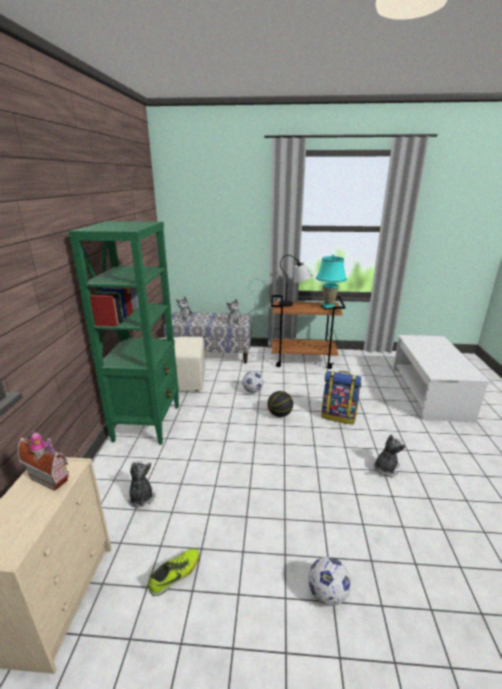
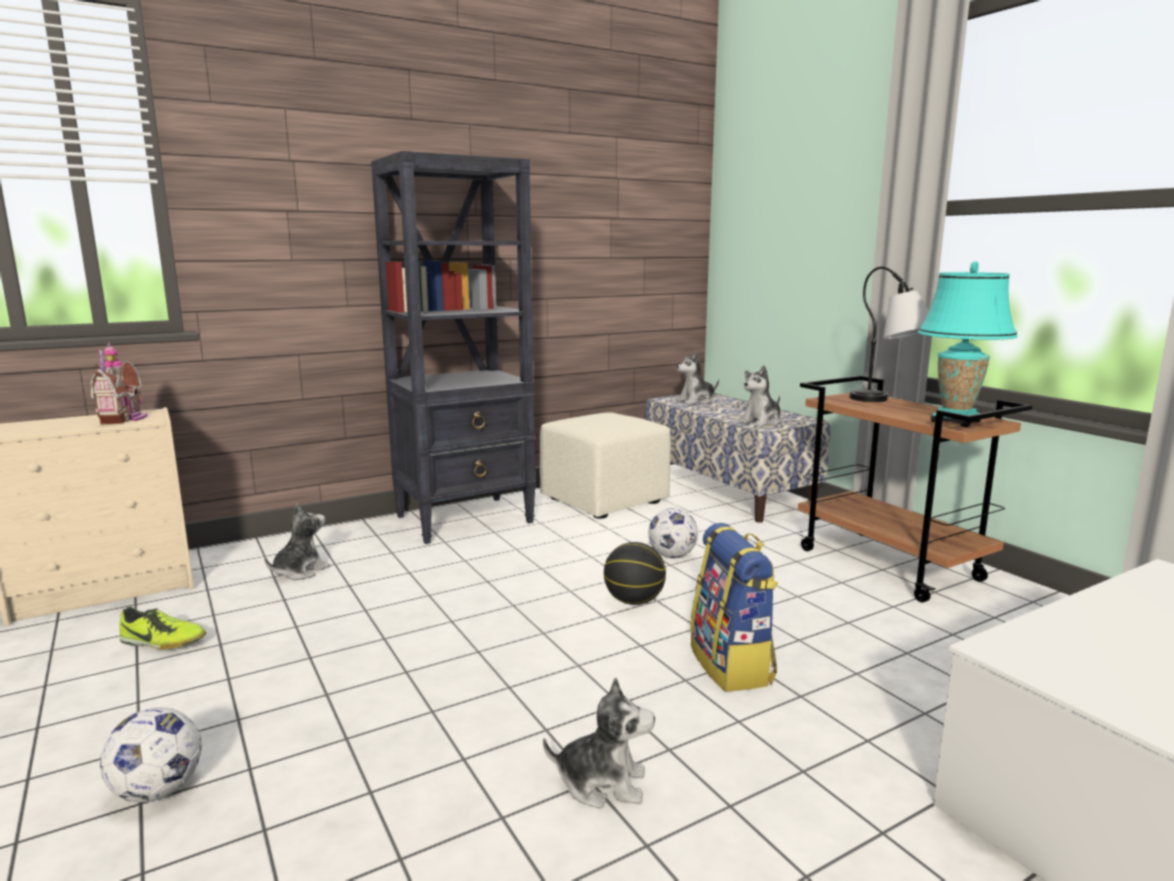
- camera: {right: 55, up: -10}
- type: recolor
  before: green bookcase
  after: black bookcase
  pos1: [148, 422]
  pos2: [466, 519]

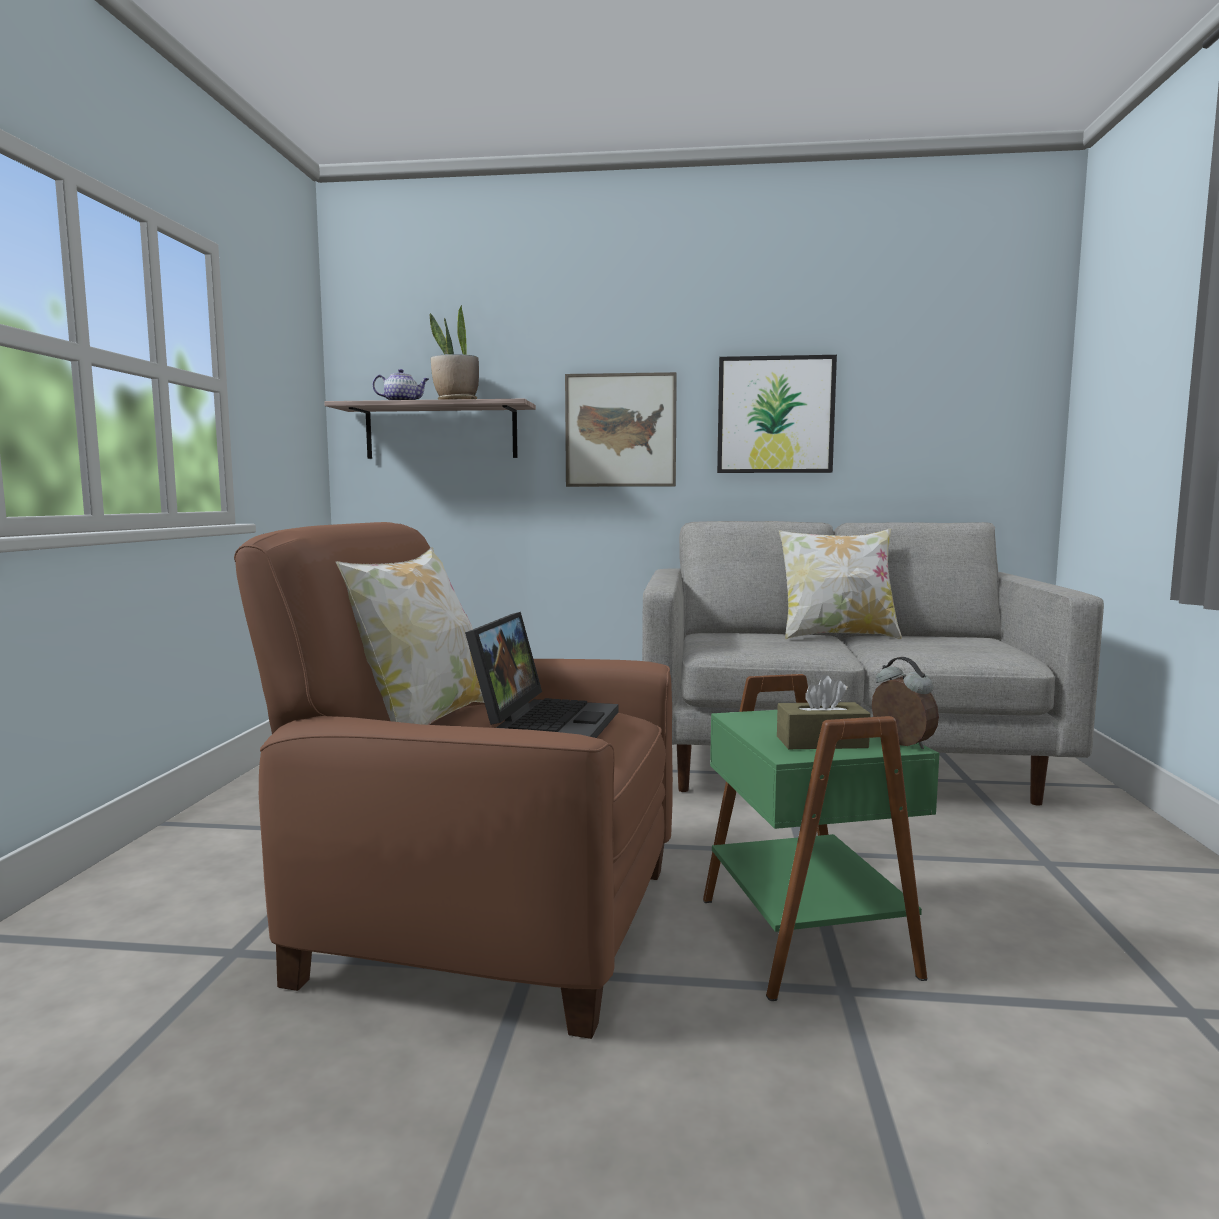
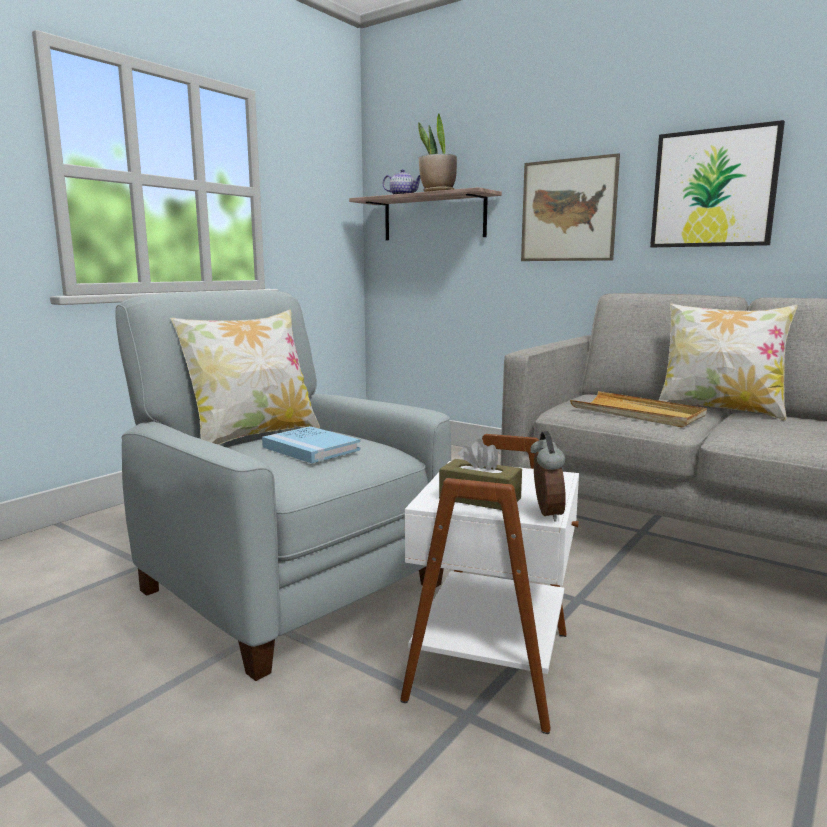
- camera: {right: 30, up: 5}
- type: recolor
  before: brown armchair
  after: grey armchair
  pos1: [487, 921]
  pos2: [289, 585]
- type: replace
  before: laptop
  after: blue book
  pos1: [544, 723]
  pos2: [311, 448]
- type: recolor
  before: green side table
  after: white side table
  pos1: [809, 935]
  pos2: [494, 665]
- type: insert
  after: beige tray
  pos2: [637, 414]

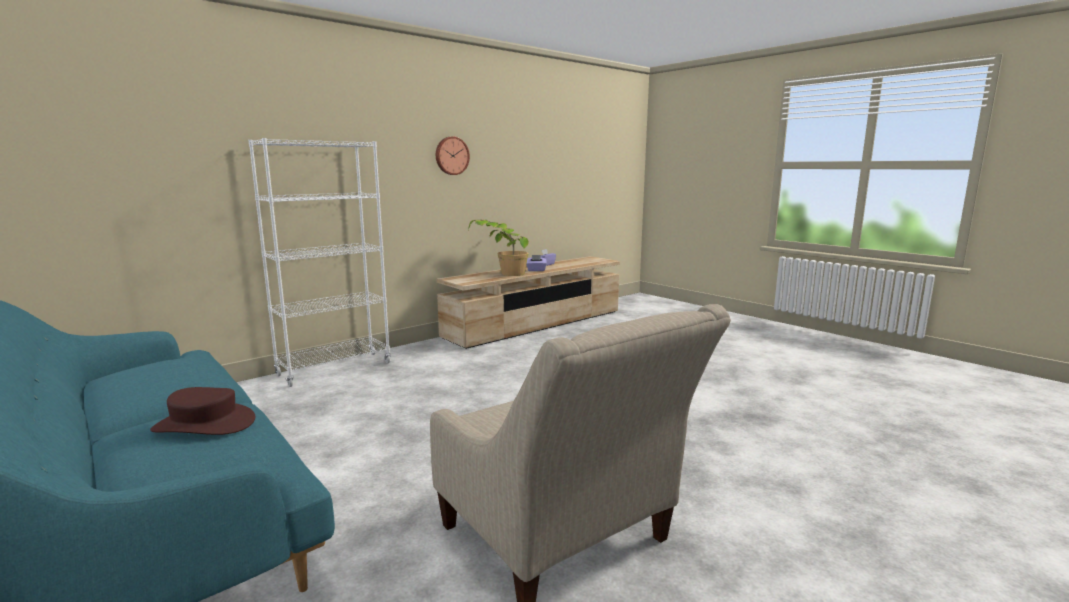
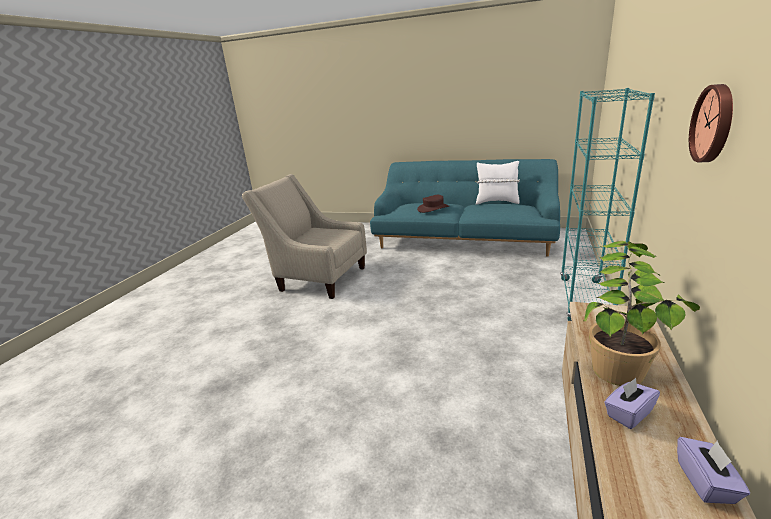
- camera: {right: 150, up: 10}
- type: insert
  after: white pillow
  pos2: [497, 202]
- type: recolor
  before: white bookcase
  after: turquoise bookcase
  pos1: [335, 369]
  pos2: [585, 301]

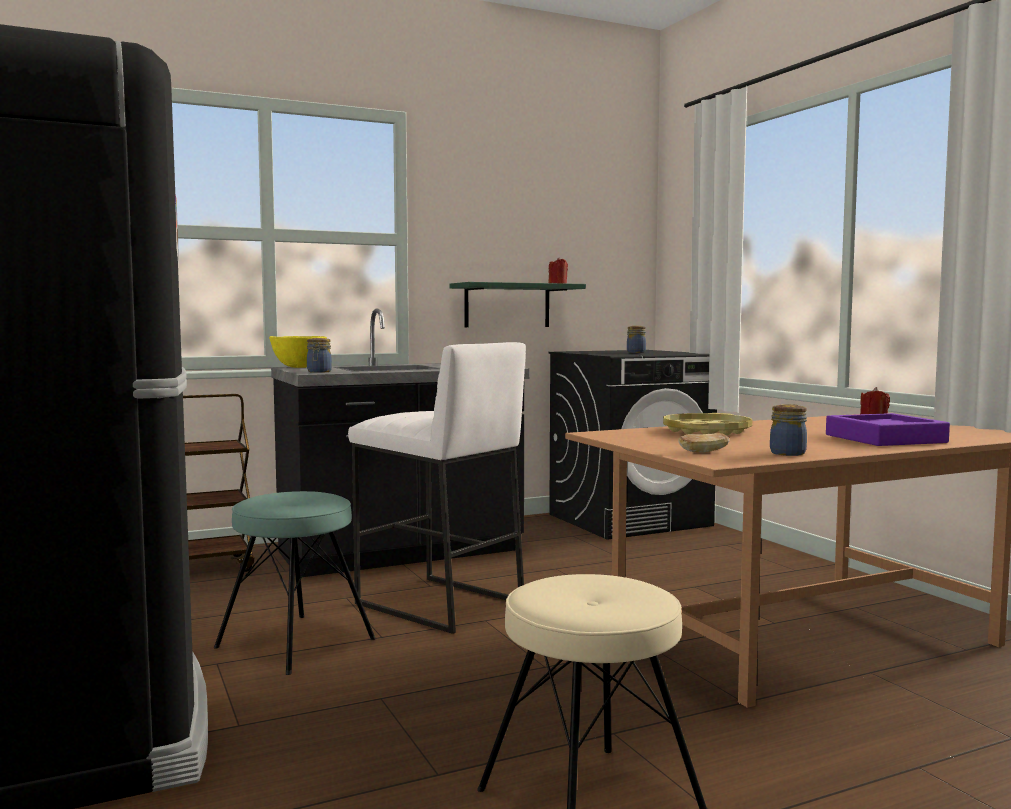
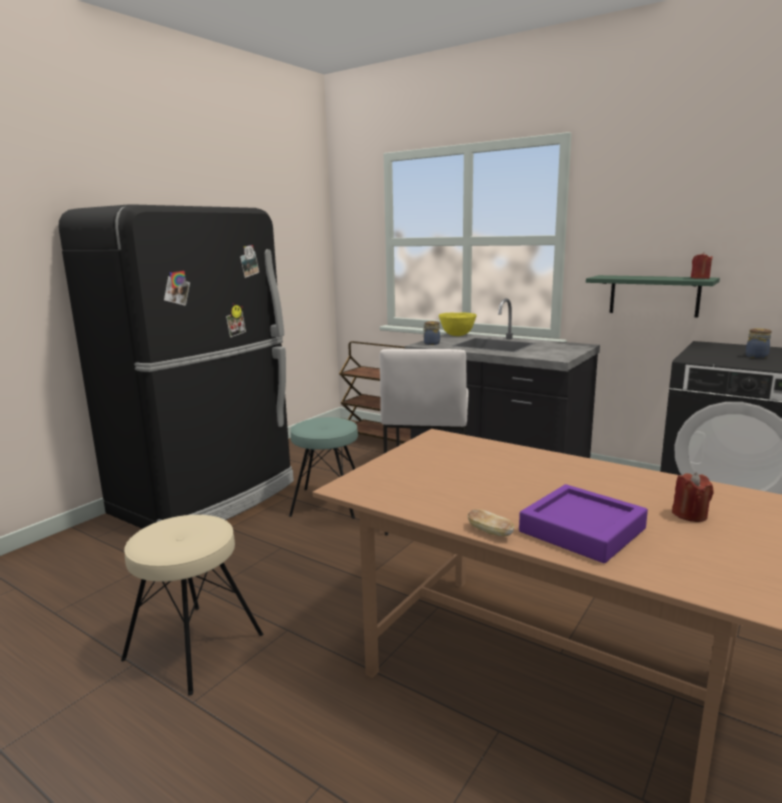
- camera: {right: 60, up: 10}
- type: move
  before: bread
  pos1: [703, 452]
  pos2: [490, 532]
- type: delete
  before: yellow tray
  pos1: [707, 431]
- type: delete
  before: jar
  pos1: [787, 453]

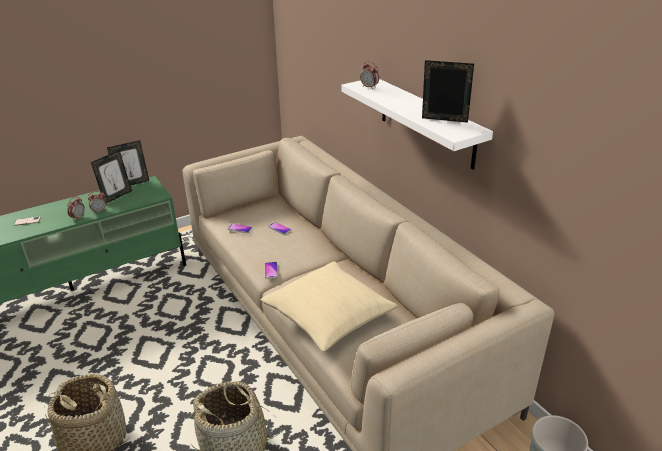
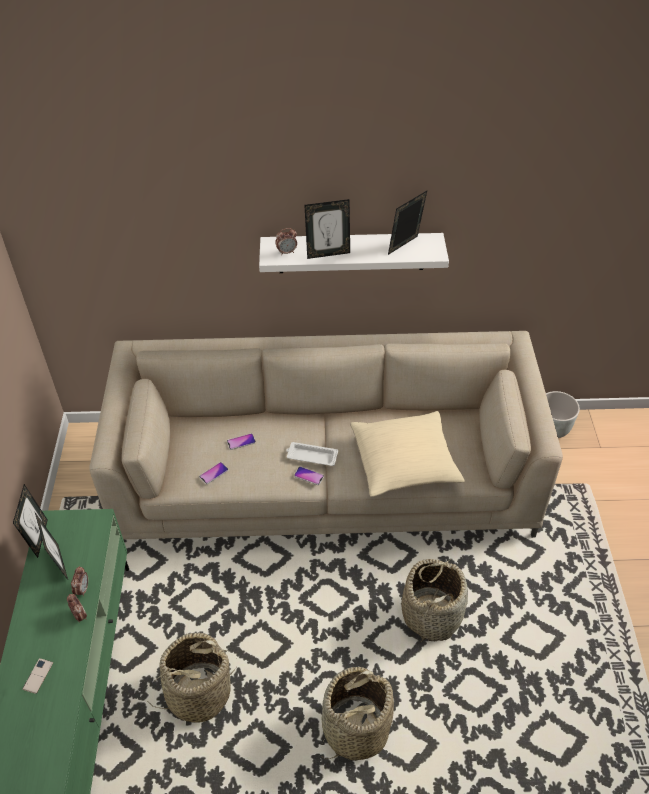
- camera: {right: -60, up: 15}
- type: insert
  after: basket
  pos2: [198, 693]
- type: insert
  after: white tray
  pos2: [311, 456]
- type: insert
  after: picture frame
  pos2: [328, 253]

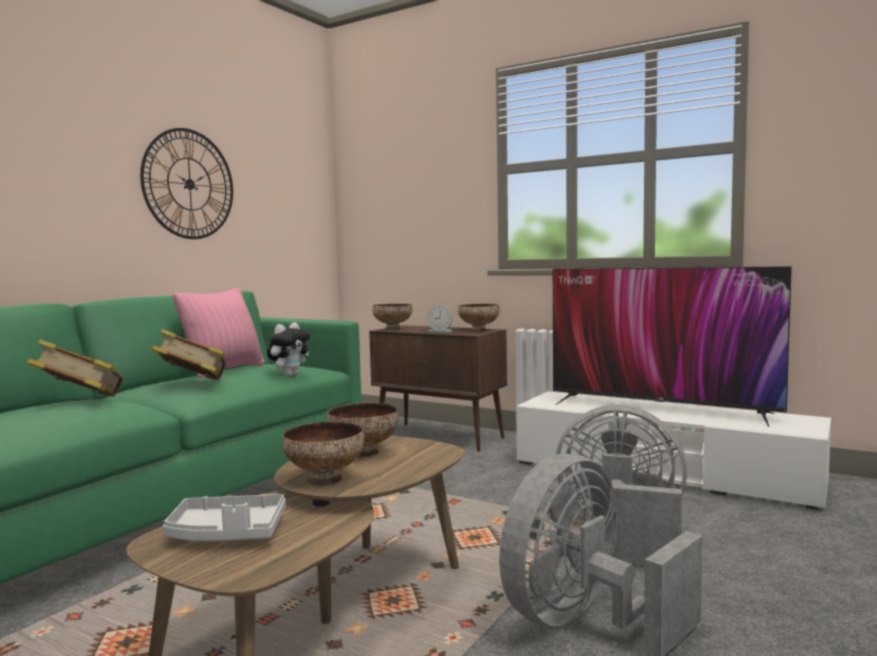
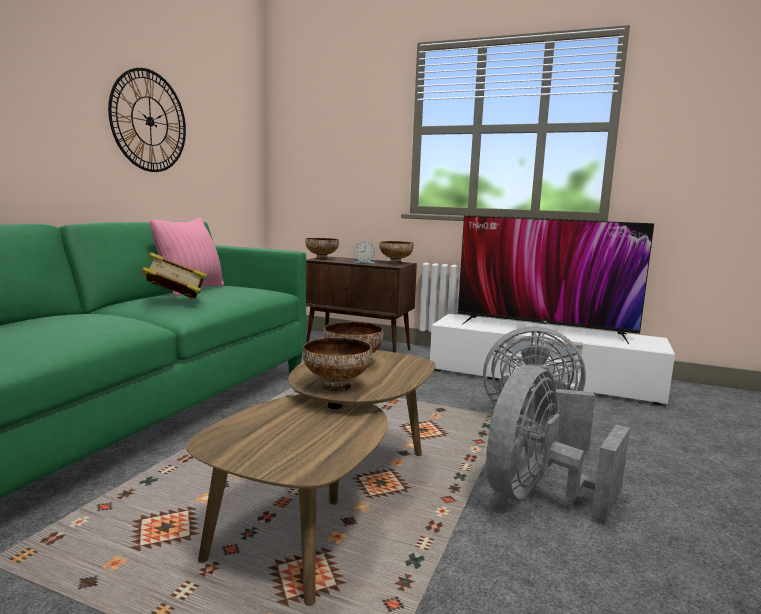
- camera: {right: -10, up: 5}
- type: delete
  before: book
  pos1: [80, 402]
- type: delete
  before: grey tray
  pos1: [227, 534]
- type: delete
  before: plush toy
  pos1: [290, 375]

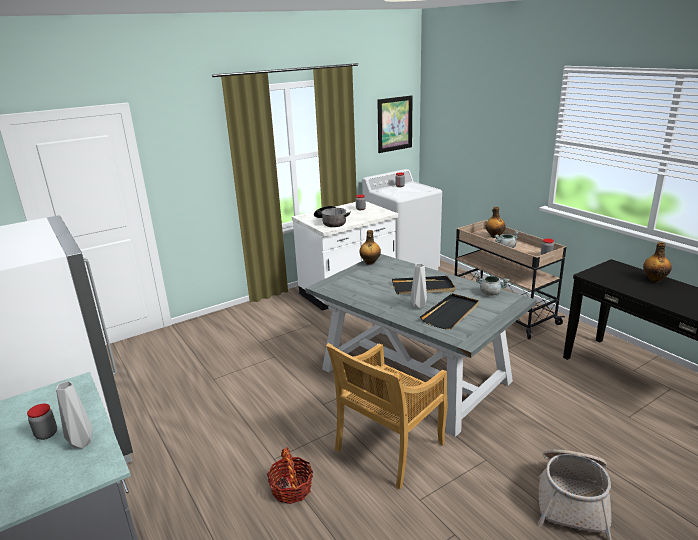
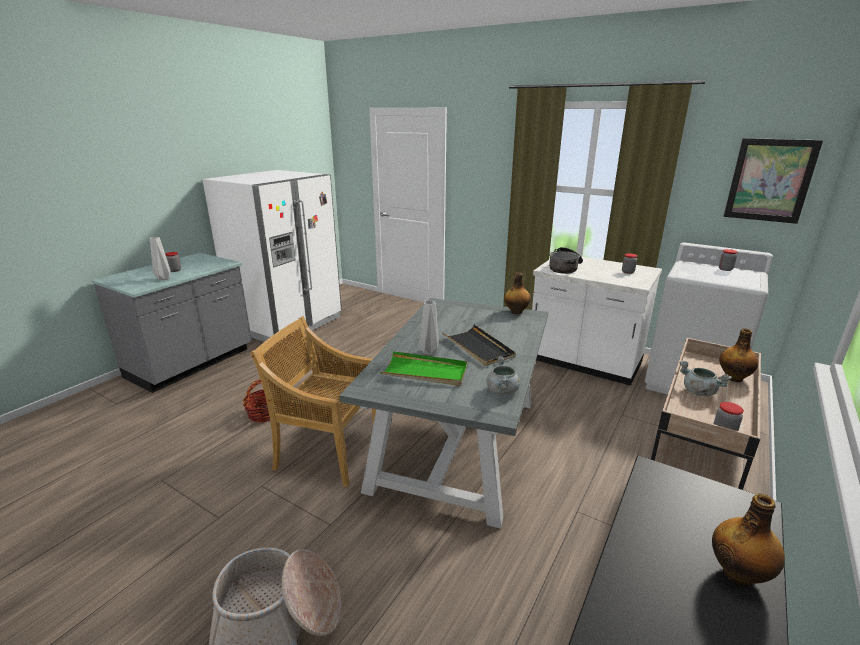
- camera: {right: 65, up: 0}
- type: recolor
  before: black tray
  after: green tray
  pos1: [451, 313]
  pos2: [425, 372]

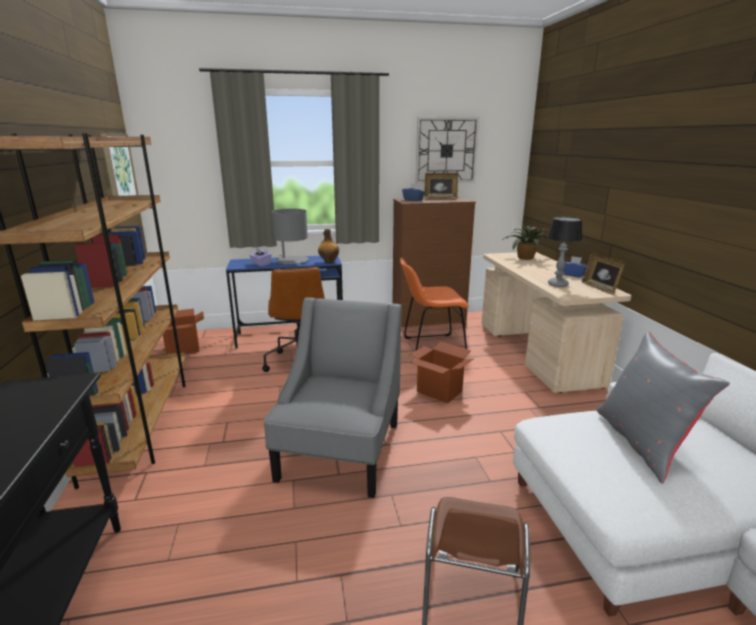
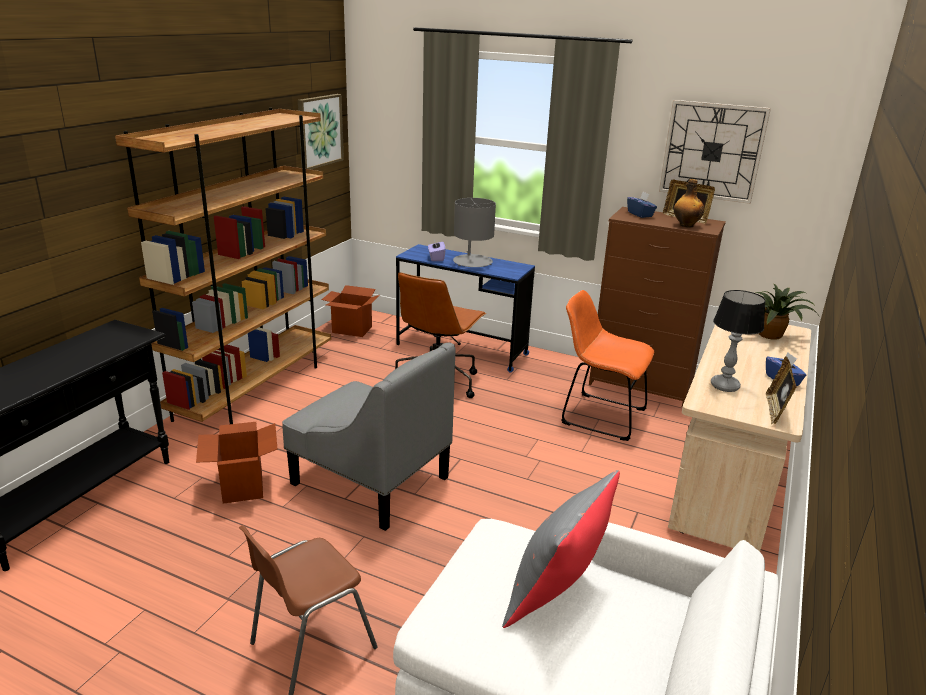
- camera: {right: 35, up: 5}
- type: move
  before: cardboard box
  pos1: [439, 391]
  pos2: [242, 486]
- type: rotate
  before: grey armchair
  pos1: [340, 451]
  pos2: [369, 480]
  turn: 75
- type: move
  before: bottle
  pos1: [329, 262]
  pos2: [685, 225]

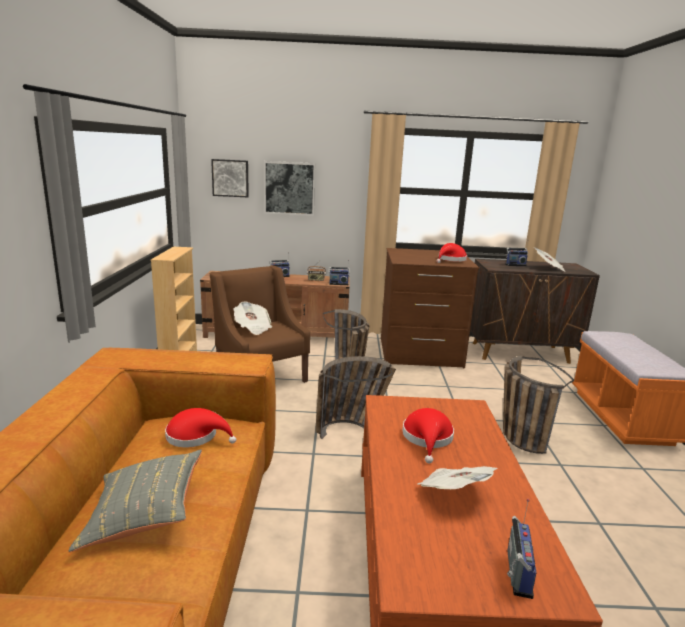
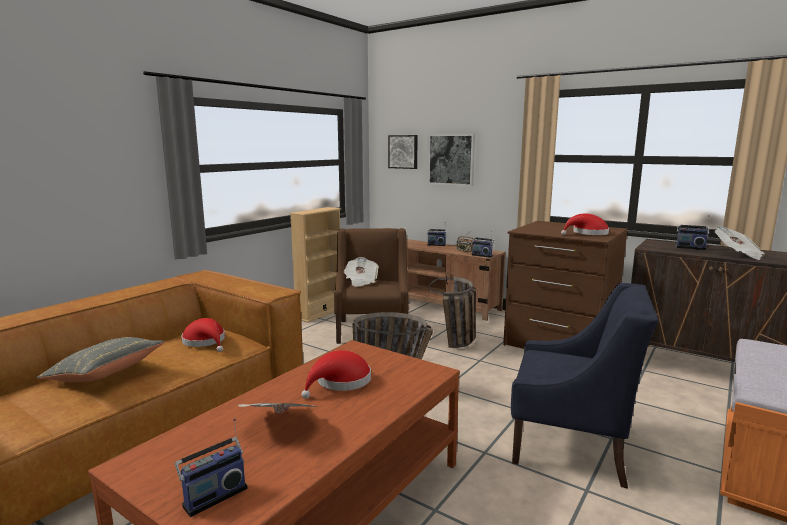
- camera: {right: 35, up: -5}
- type: replace
  before: basket
  after: blue armchair
  pos1: [517, 434]
  pos2: [571, 444]

